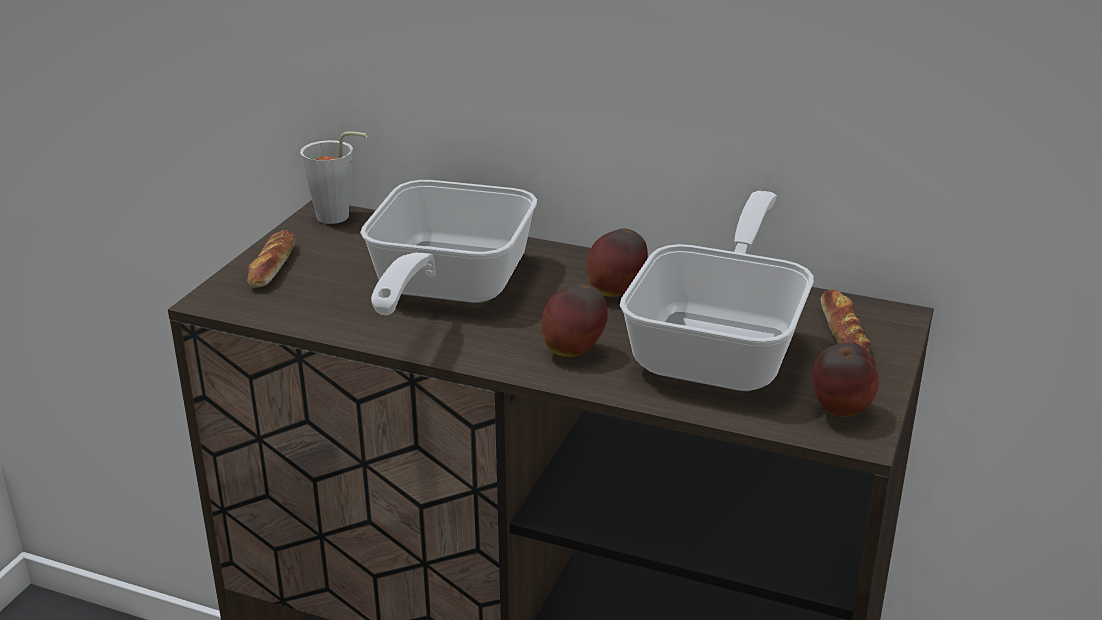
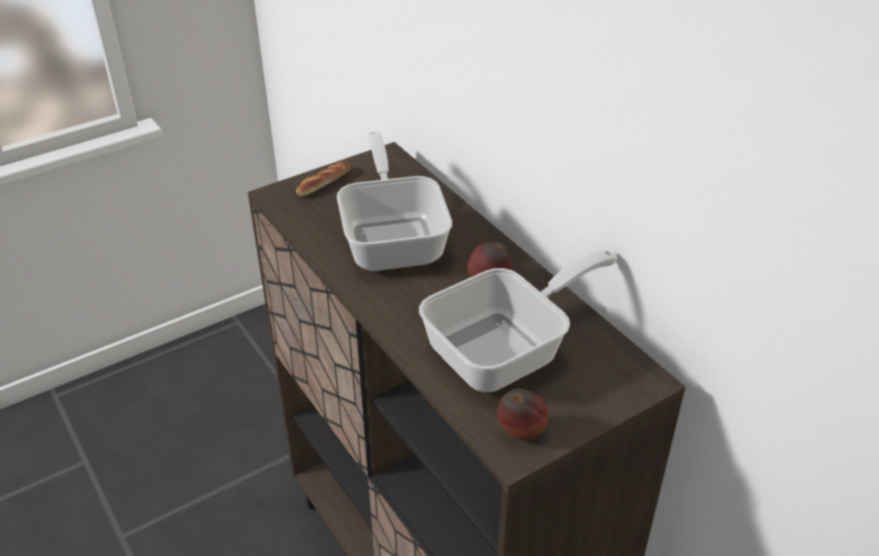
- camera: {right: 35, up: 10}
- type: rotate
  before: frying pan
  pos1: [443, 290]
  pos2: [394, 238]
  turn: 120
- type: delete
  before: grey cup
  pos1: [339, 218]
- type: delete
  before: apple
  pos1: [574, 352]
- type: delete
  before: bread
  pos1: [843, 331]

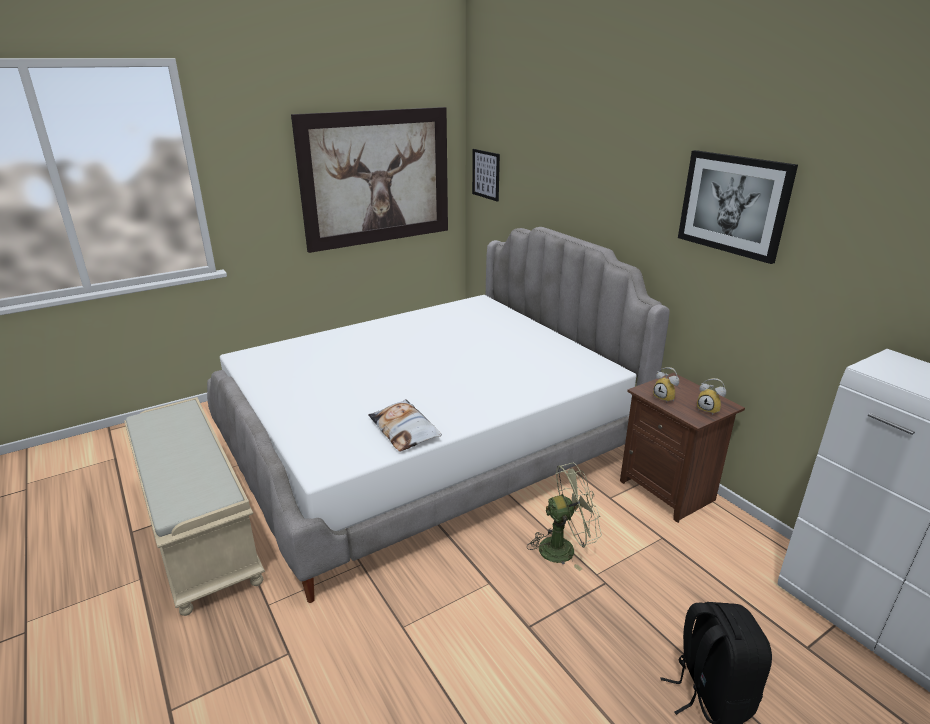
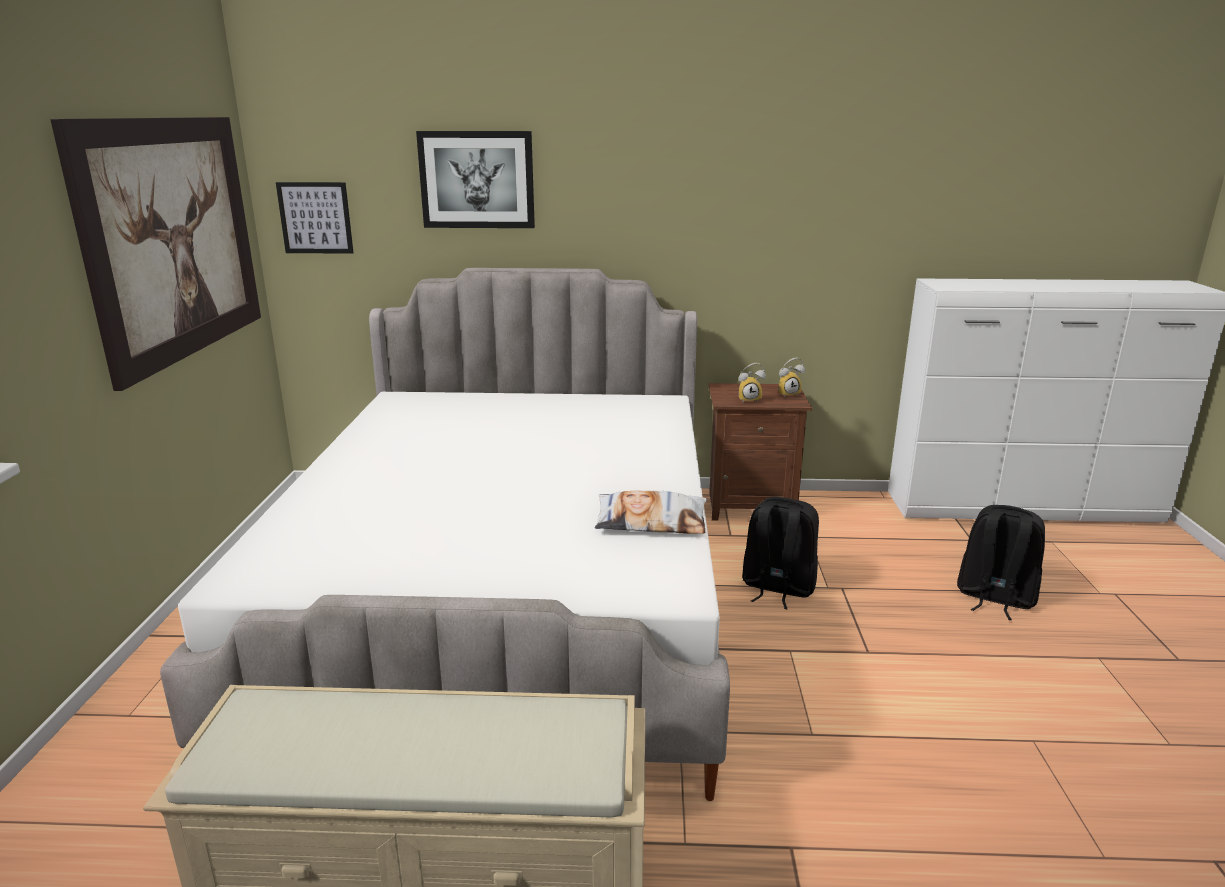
- camera: {right: -55, up: -5}
- type: move
  before: picture
  pos1: [733, 204]
  pos2: [477, 180]
- type: replace
  before: green fan
  after: black backpack
  pos1: [564, 548]
  pos2: [777, 588]

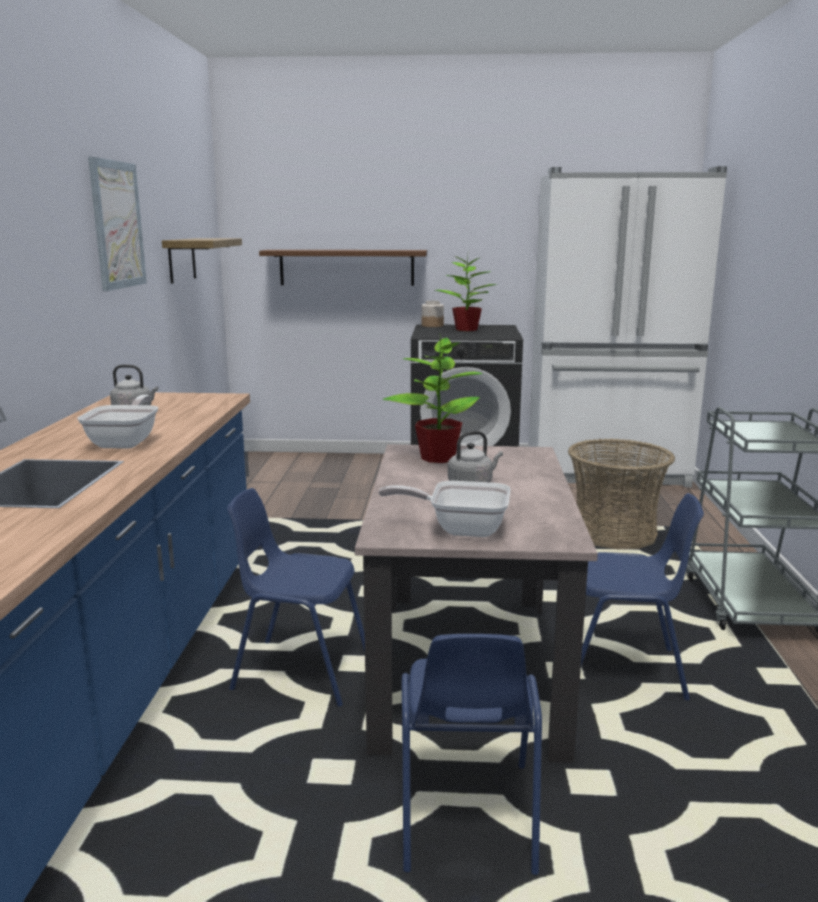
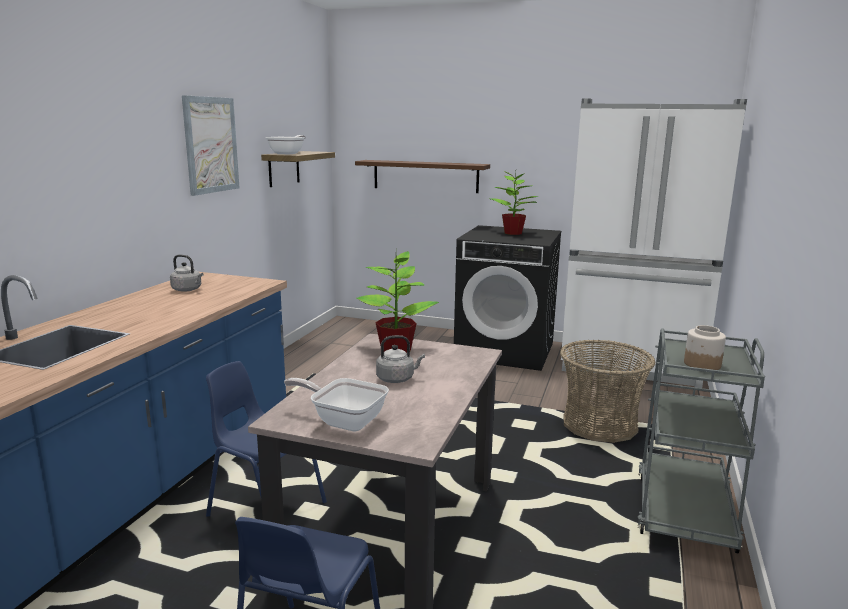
- camera: {right: 15, up: 0}
- type: move
  before: frying pan
  pos1: [126, 442]
  pos2: [288, 153]
- type: move
  before: jar
  pos1: [432, 325]
  pos2: [701, 364]
- type: delete
  before: blue chair
  pos1: [623, 671]

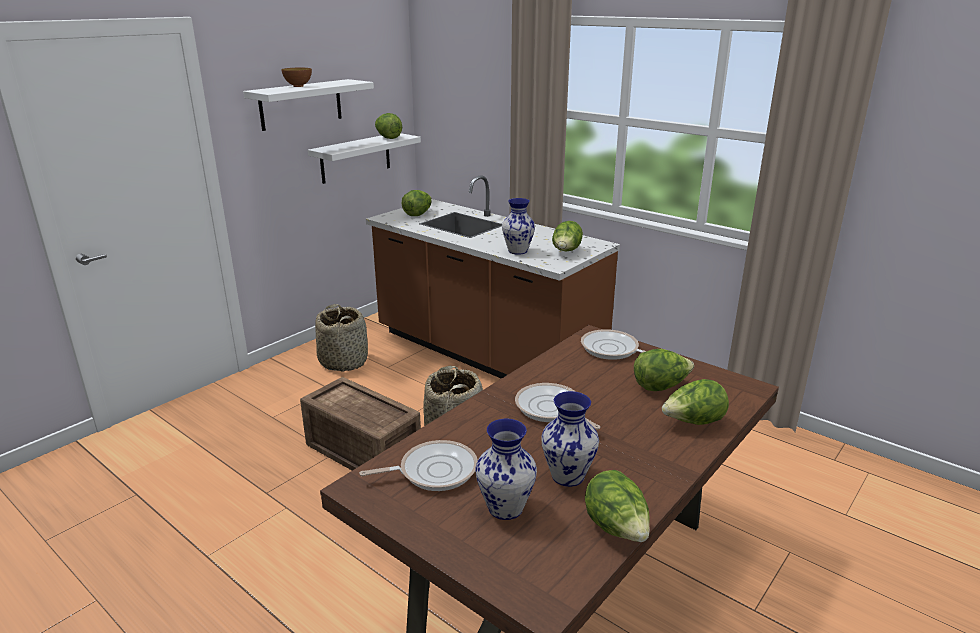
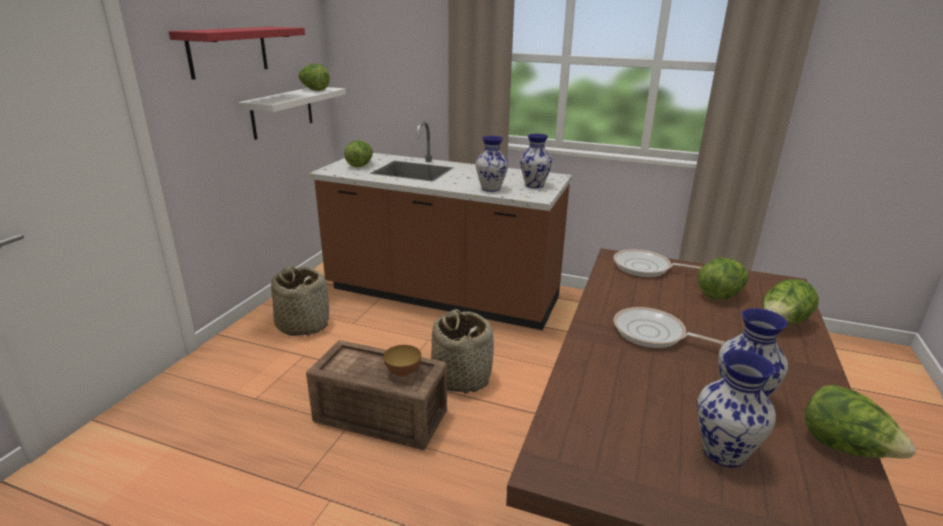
- camera: {right: -20, up: 0}
- type: recolor
  before: white shelf
  after: red shelf
  pos1: [301, 104]
  pos2: [228, 51]
- type: move
  before: bowl
  pos1: [298, 86]
  pos2: [403, 372]
- type: replace
  before: lettuce
  after: vase
  pos1: [566, 252]
  pos2: [534, 185]
- type: delete
  before: frying pan
  pos1: [433, 471]

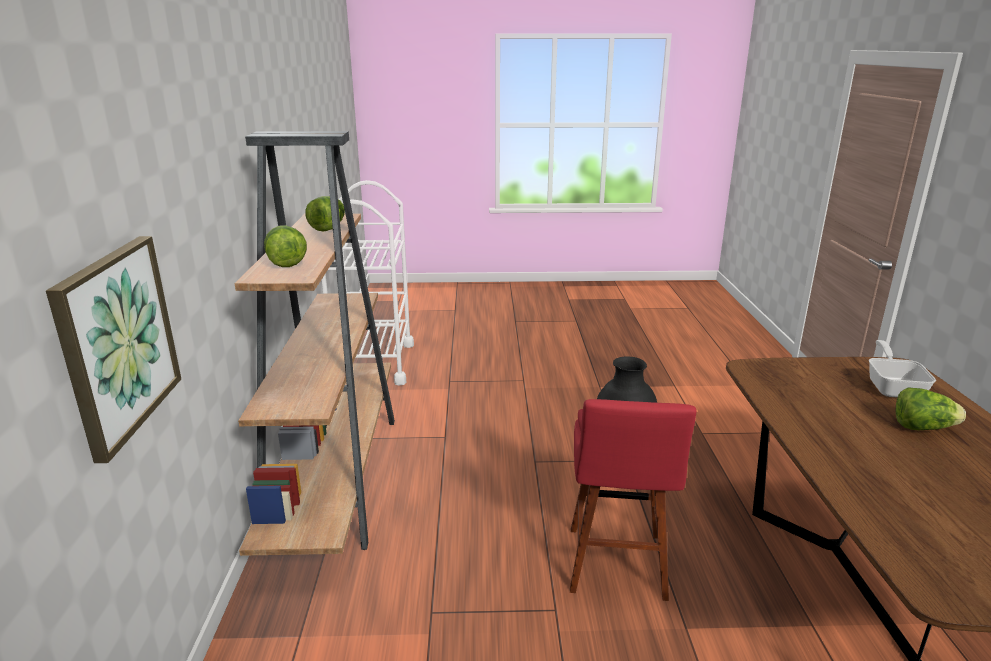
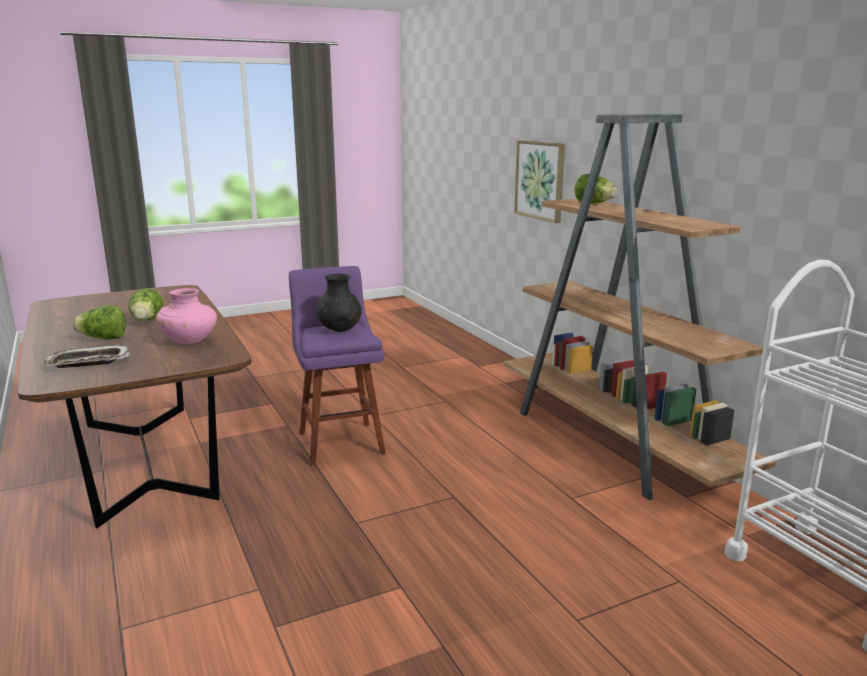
- camera: {right: 155, up: -5}
- type: replace
  before: frying pan
  after: tray
  pos1: [893, 387]
  pos2: [87, 363]
- type: move
  before: lettuce
  pos1: [329, 228]
  pos2: [146, 321]
- type: insert
  after: pink vase
  pos2: [189, 341]
- type: recolor
  before: red stool
  after: purple stool
  pos1: [616, 567]
  pos2: [340, 441]

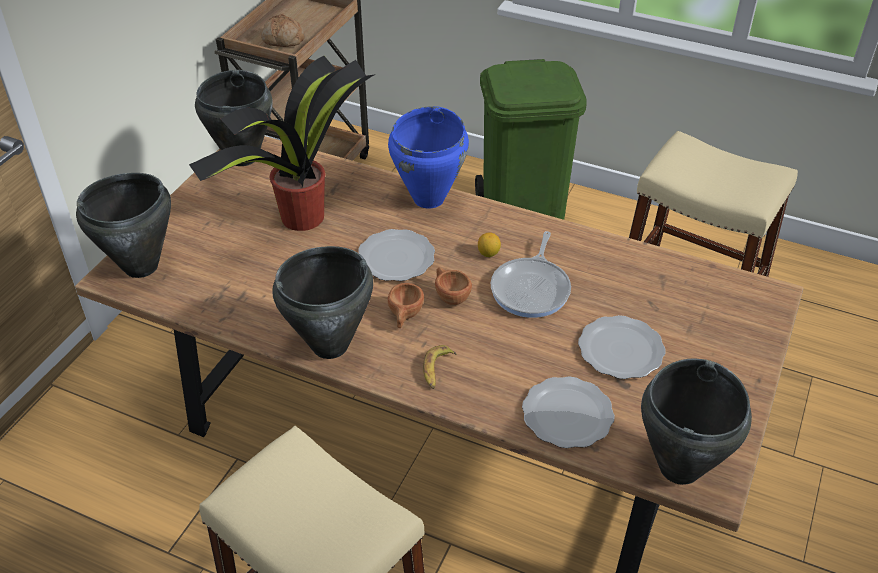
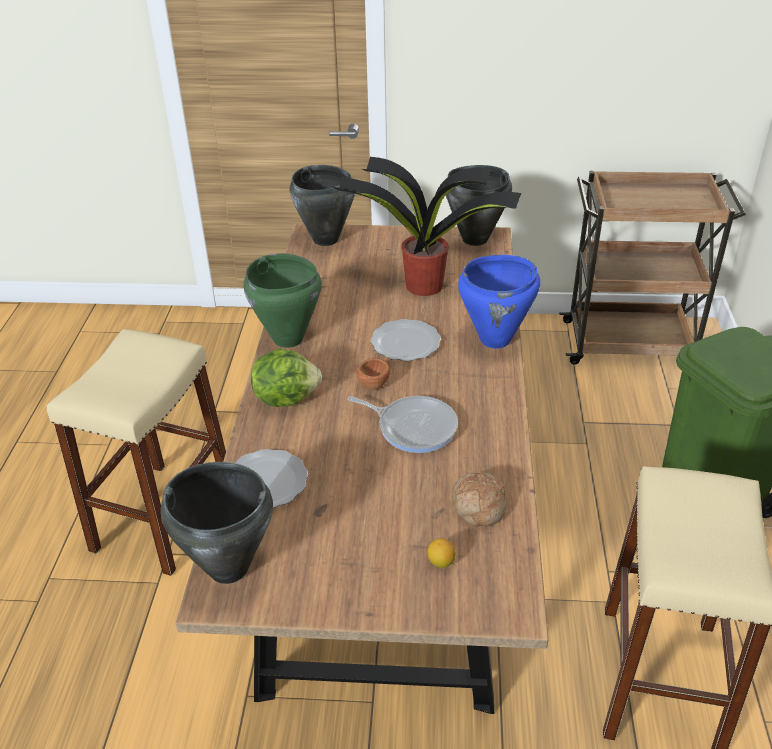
- camera: {right: 70, up: -5}
- type: recolor
  before: black cooking pot
  after: green cooking pot
  pos1: [331, 346]
  pos2: [288, 339]
- type: replace
  before: banana
  after: lettuce
  pos1: [437, 370]
  pos2: [286, 397]
- type: rotate
  before: frying pan
  pos1: [532, 288]
  pos2: [413, 427]
  turn: -150
- type: move
  before: lemon
  pos1: [488, 253]
  pos2: [441, 562]
- type: move
  before: bread
  pos1: [283, 40]
  pos2: [477, 506]
- type: delete
  before: brown cup
  pos1: [405, 316]
- type: delete
  before: plate
  pos1: [622, 349]

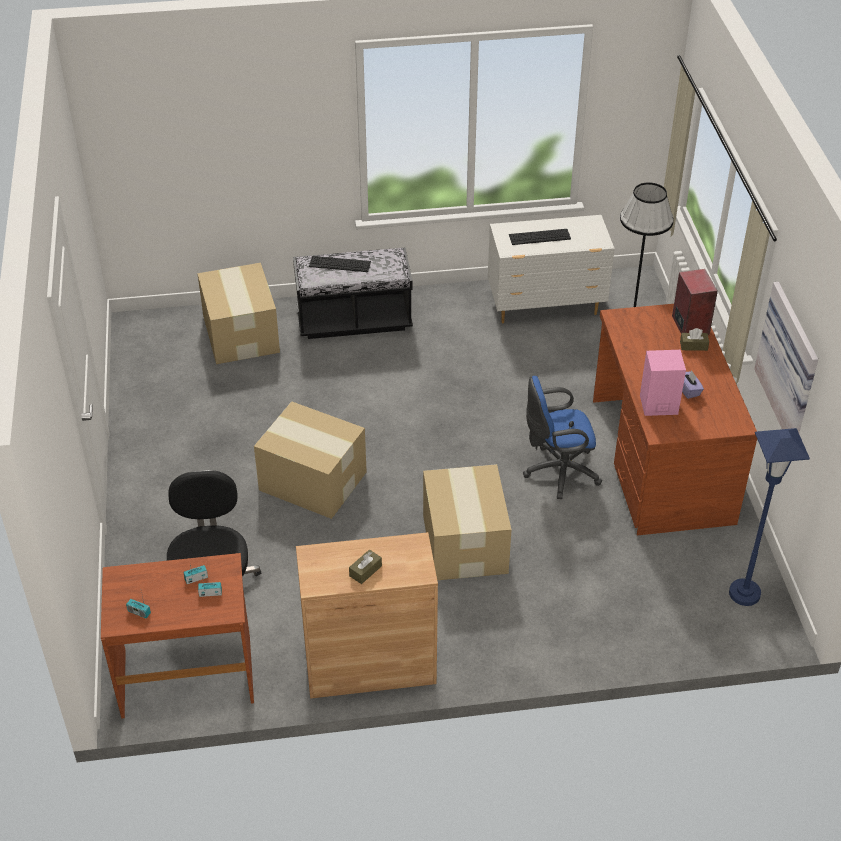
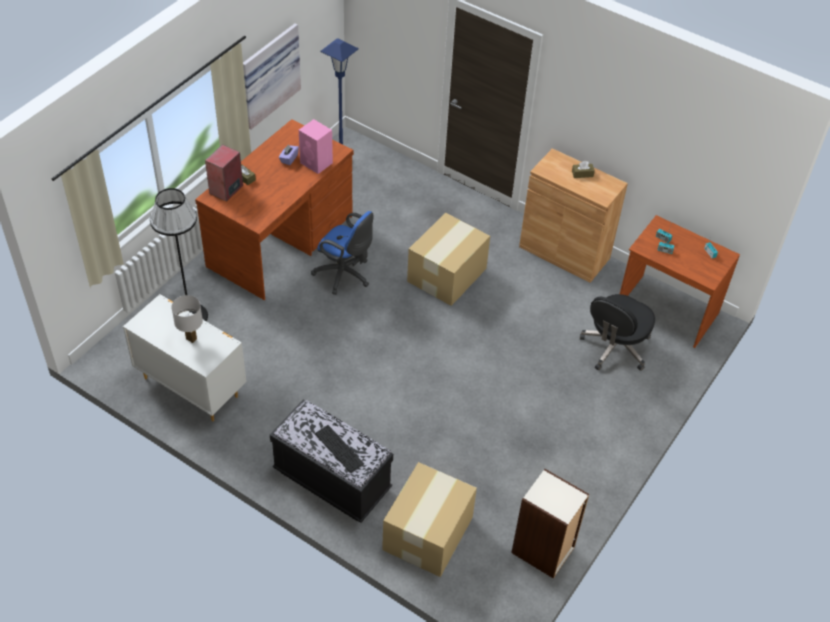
- camera: {right: -140, up: 5}
- type: replace
  before: keyboard
  after: white table lamp
  pos1: [539, 237]
  pos2: [191, 339]
- type: insert
  after: bookcase
  pos2: [543, 550]
- type: delete
  before: cardboard box
  pos1: [313, 482]

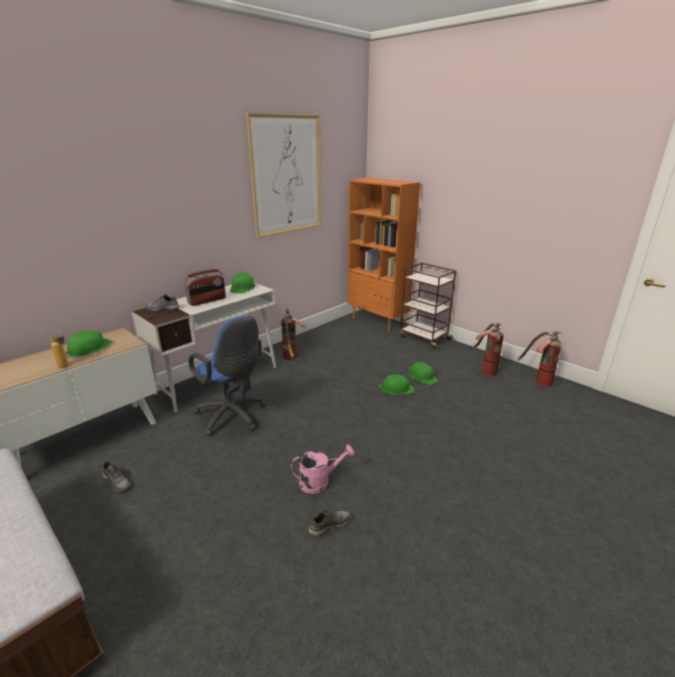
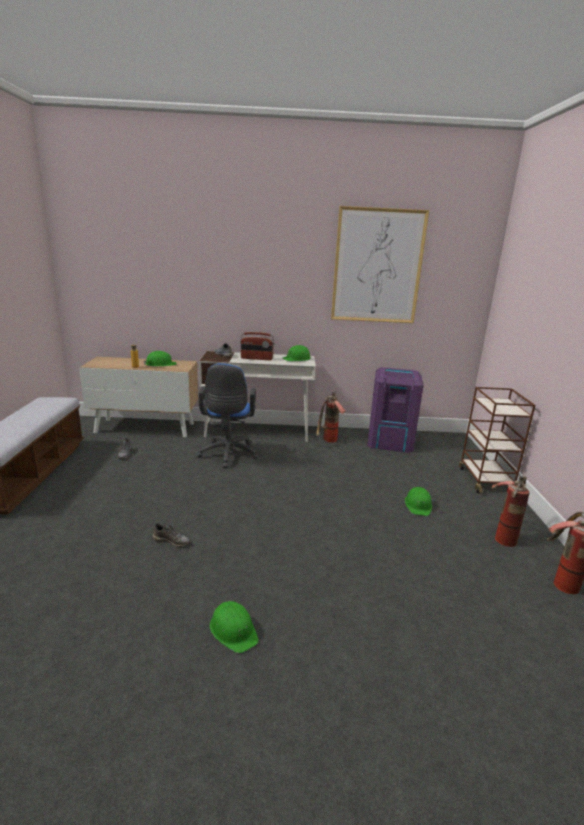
- camera: {right: 45, up: -5}
- type: move
  before: green hard hat
  pos1: [396, 389]
  pos2: [233, 630]
- type: insert
  after: purple trash can
  pos2: [390, 441]
- type: delete
  before: pink watering can
  pos1: [319, 481]
- type: delete
  before: orange bookcase
  pos1: [378, 321]

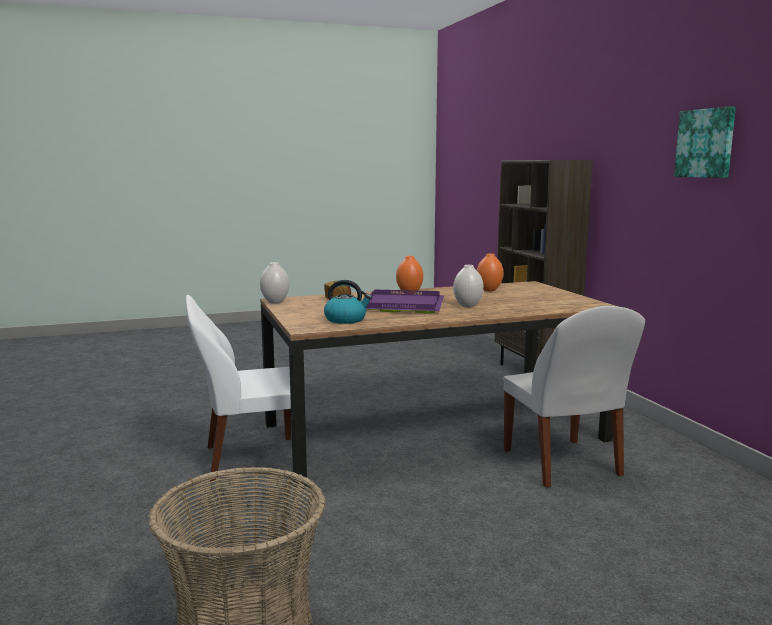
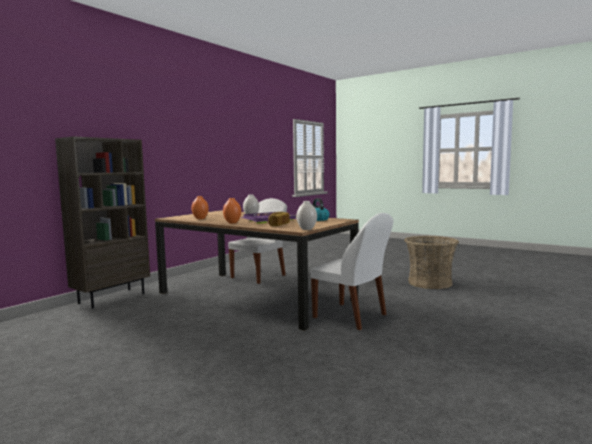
- camera: {right: -125, up: -5}
- type: delete
  before: picture
  pos1: [706, 143]

